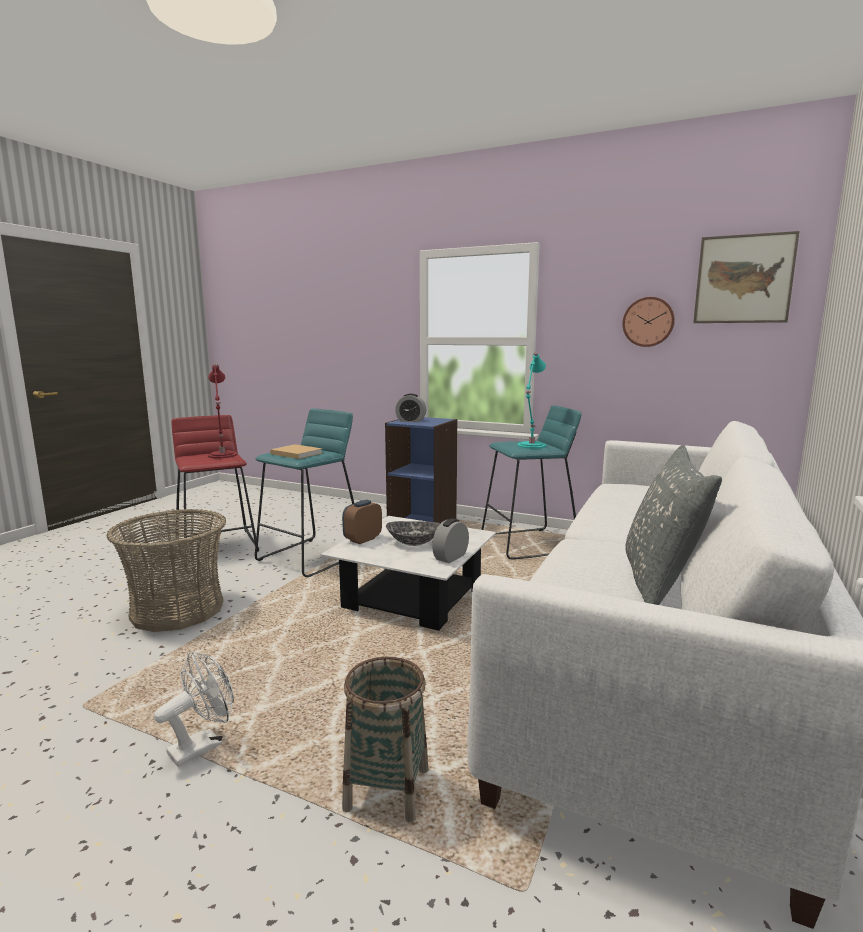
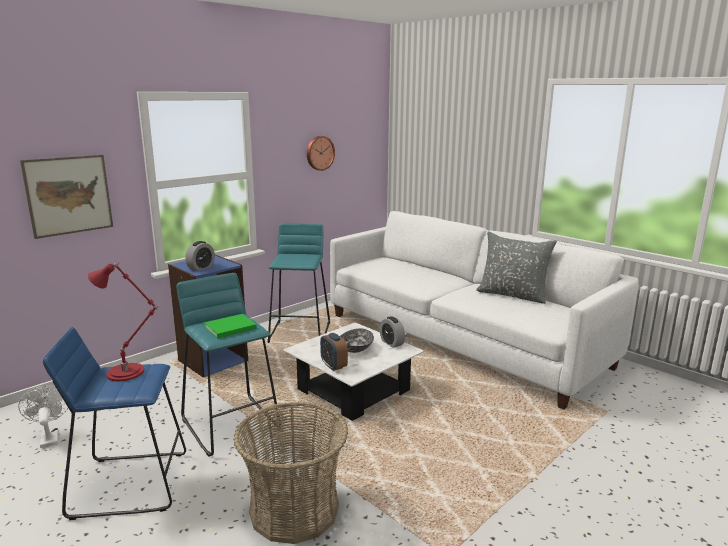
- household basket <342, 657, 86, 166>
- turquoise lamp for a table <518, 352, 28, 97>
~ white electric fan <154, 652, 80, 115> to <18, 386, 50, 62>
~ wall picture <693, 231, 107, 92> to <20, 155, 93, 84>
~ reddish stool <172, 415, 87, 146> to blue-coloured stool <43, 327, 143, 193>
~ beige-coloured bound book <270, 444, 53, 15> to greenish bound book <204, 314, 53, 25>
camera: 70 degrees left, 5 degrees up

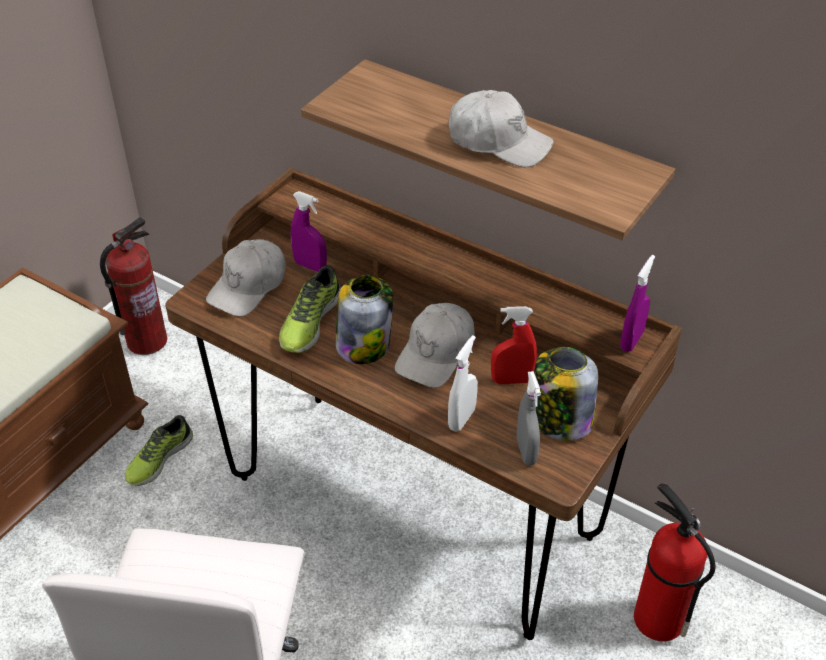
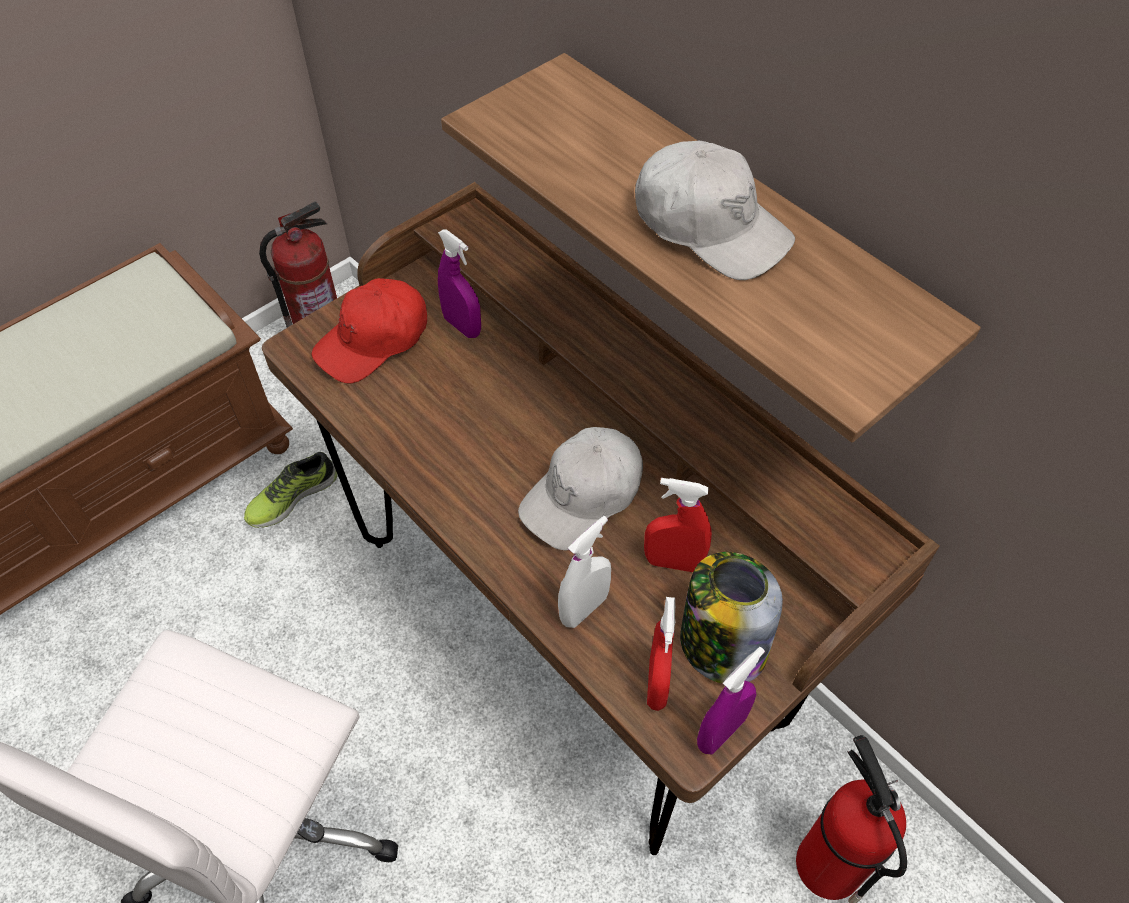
- low shoe <279, 265, 62, 88>
- storage jar <336, 275, 57, 89>
~ purple sprayer <620, 255, 35, 97> to <697, 647, 68, 108>
~ white cap <206, 239, 80, 77> to reddish cap <311, 278, 116, 105>
~ grey sprayer <517, 371, 24, 94> to reddish sprayer <647, 597, 28, 114>
camera: 15 degrees right, 10 degrees up

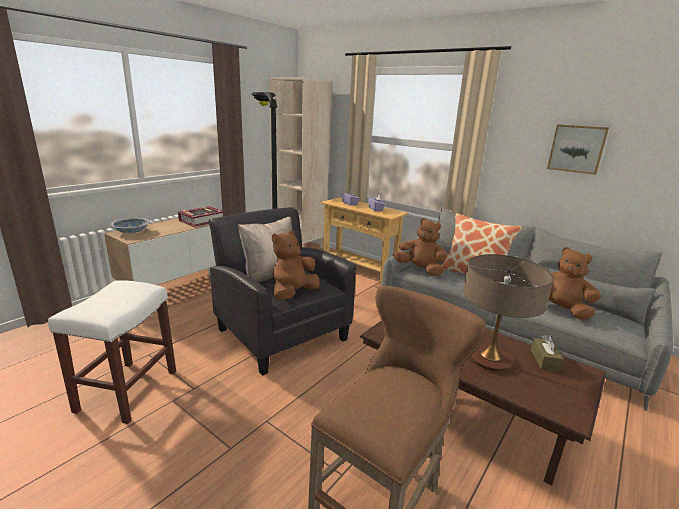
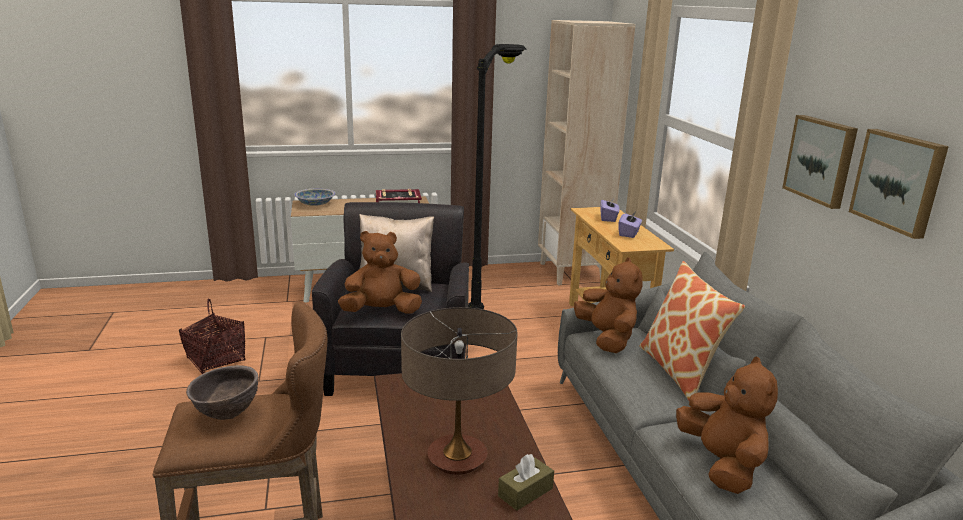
+ brown deep dish <186, 365, 72, 55>
+ wall picture <782, 115, 76, 94>
~ white stool <48, 281, 128, 143> to household basket <179, 299, 67, 75>
camera: 40 degrees right, 0 degrees up

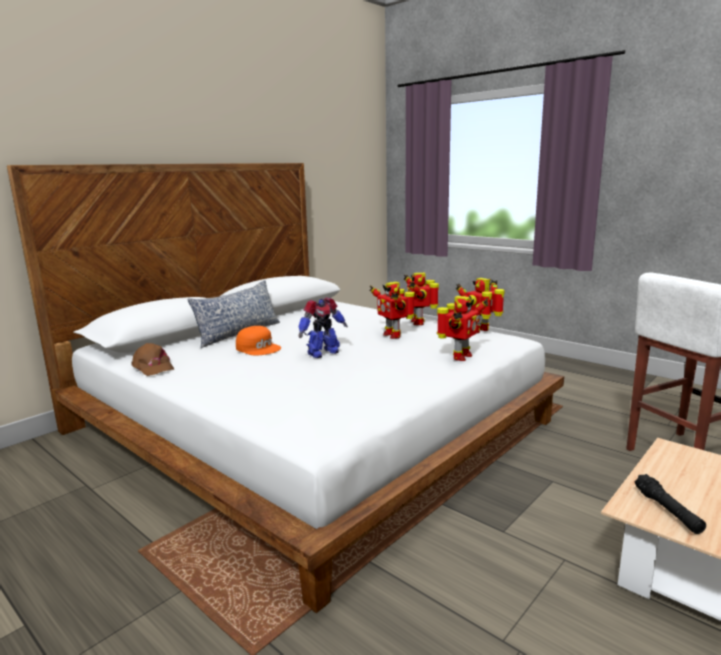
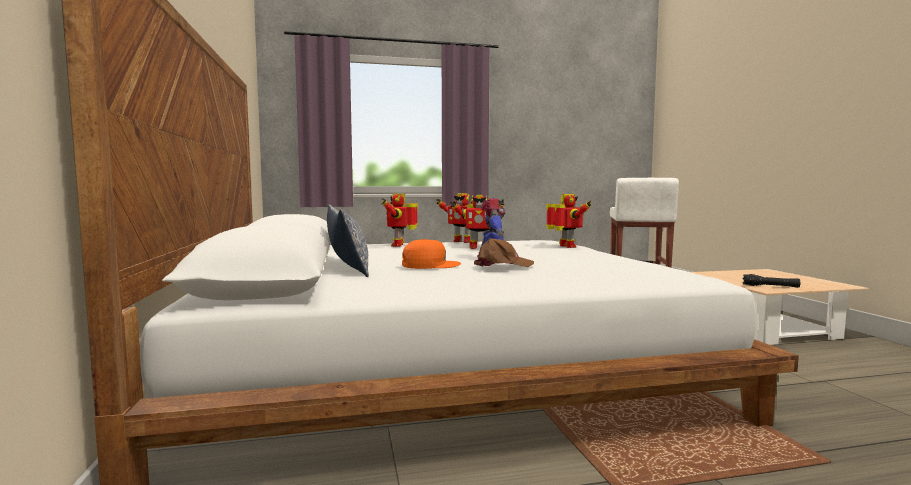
~ brown cap <131, 343, 43, 33> to <474, 238, 60, 29>
~ toy robot <456, 278, 48, 55> to <381, 194, 37, 53>
camera: 55 degrees left, 10 degrees down

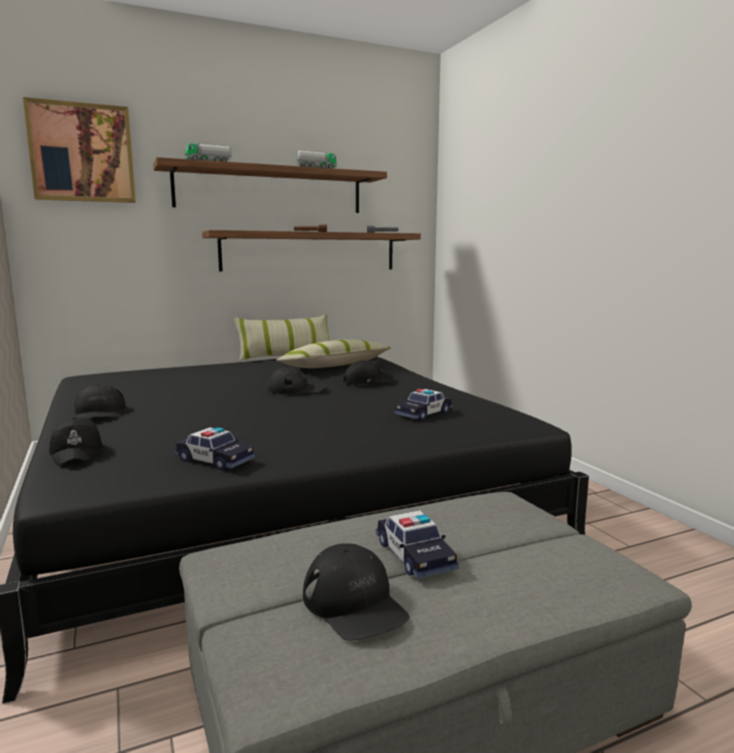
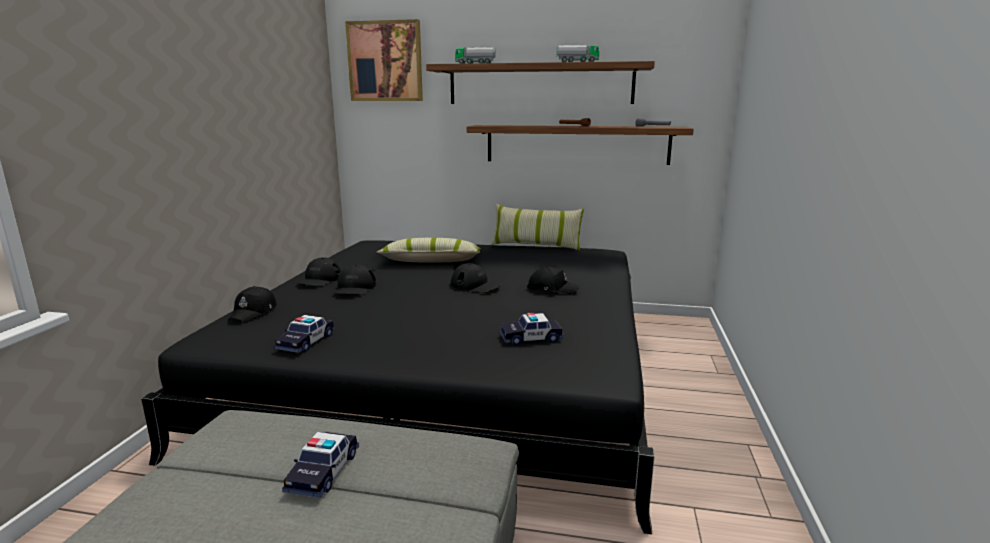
~ pillow <276, 339, 115, 29> to <377, 238, 104, 24>
~ blackish cap <303, 543, 107, 98> to <334, 264, 42, 31>
~ model car <174, 427, 81, 43> = <274, 315, 61, 38> 45 degrees clockwise
camera: 35 degrees right, 5 degrees up

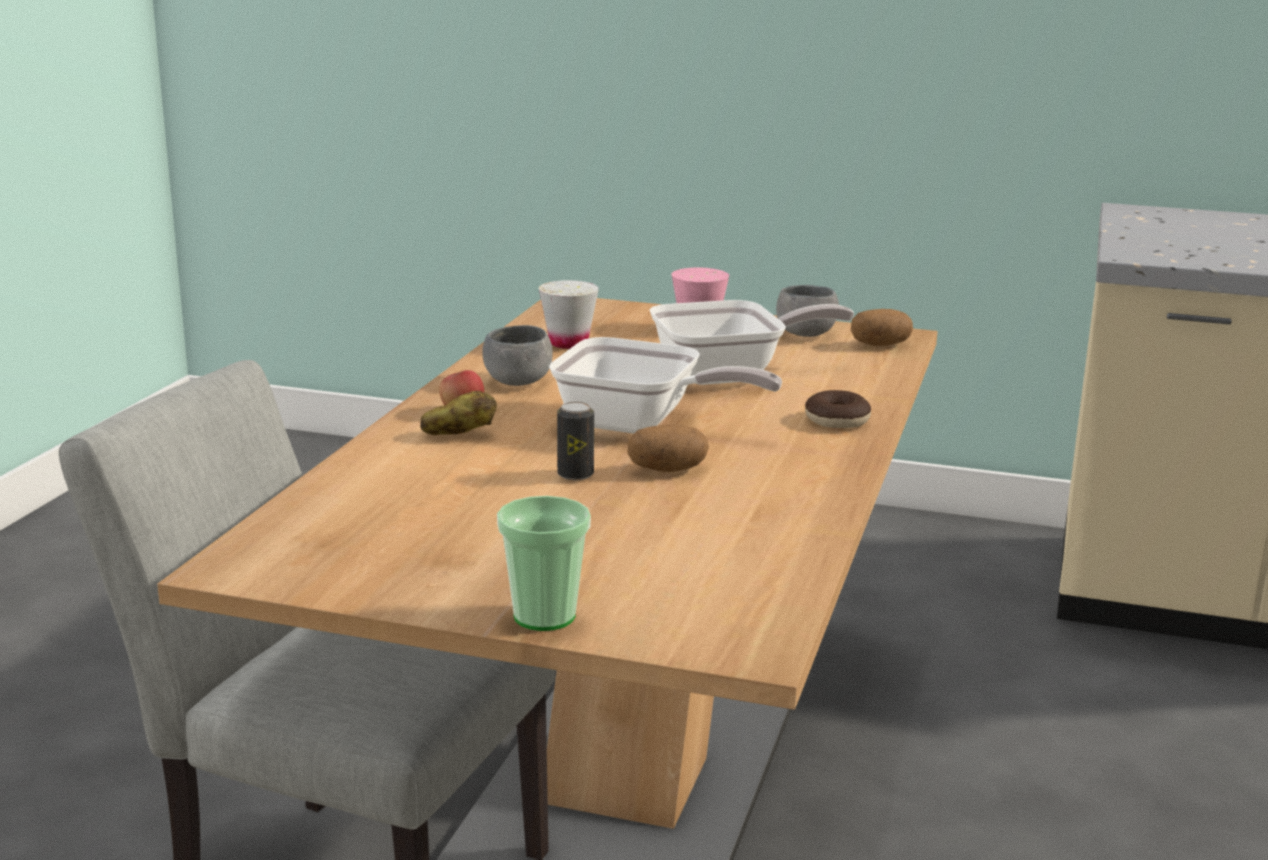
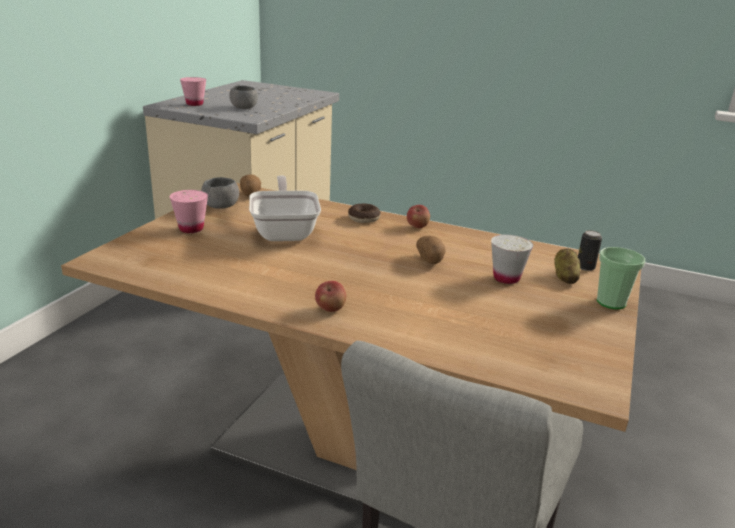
- pan <549, 337, 233, 97>
+ pink drinking cup <180, 77, 26, 29>
+ whole apple <407, 205, 23, 23>
~ spud <420, 391, 77, 44> to <554, 249, 27, 35>
~ grey deep dish <482, 325, 71, 61> to <229, 86, 29, 23>
~ white drinking cup <539, 280, 60, 69> to <491, 235, 42, 49>
~ metal can <557, 401, 37, 79> to <578, 230, 24, 41>
camera: 85 degrees left, 5 degrees up

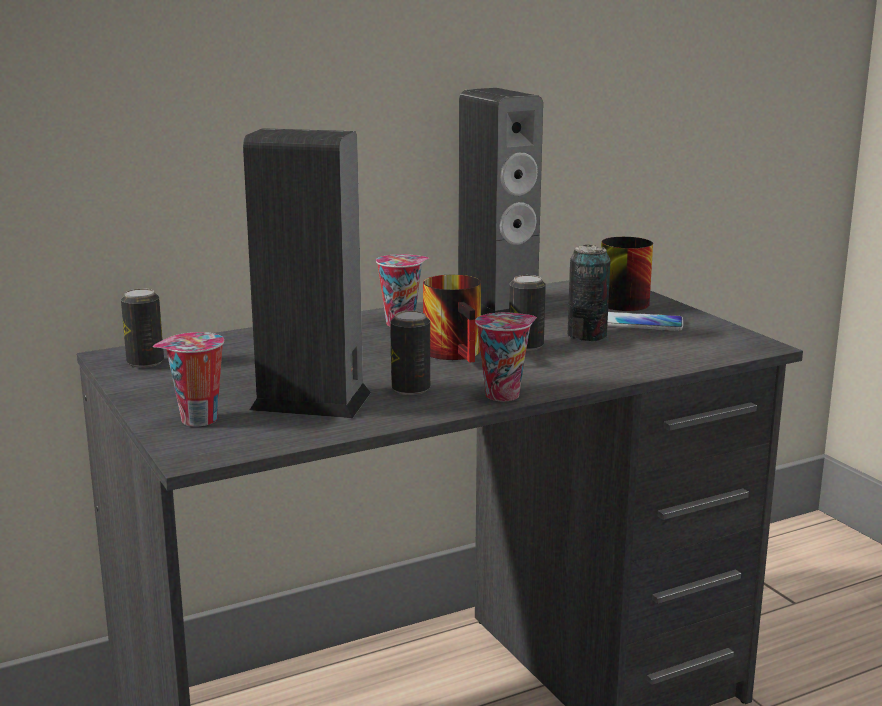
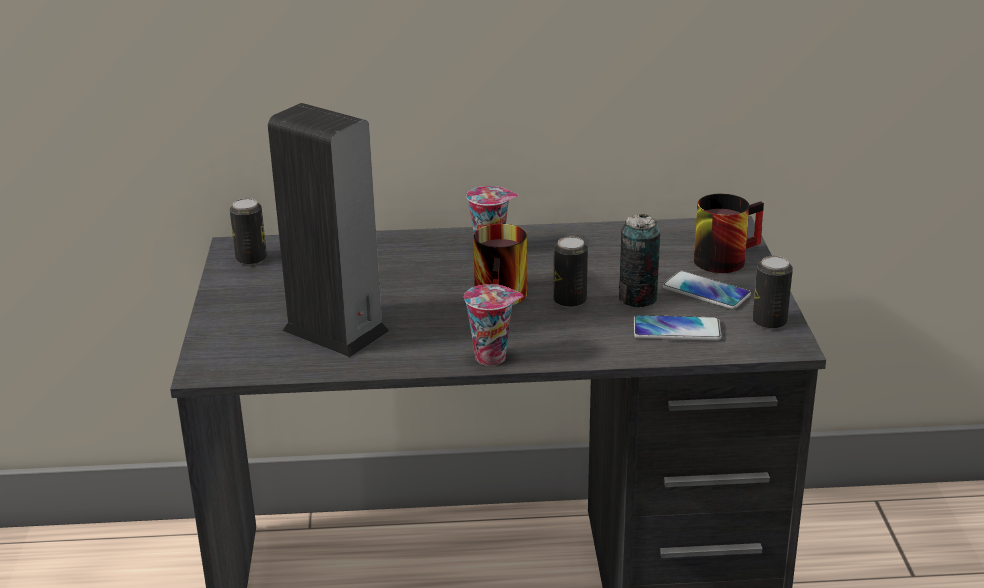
- drinking cup <153, 332, 71, 94>
- loudspeaker <458, 88, 85, 227>
+ telephone <634, 315, 88, 26>
~ metal can <390, 311, 40, 84> to <752, 256, 41, 73>
camera: 25 degrees right, 10 degrees up

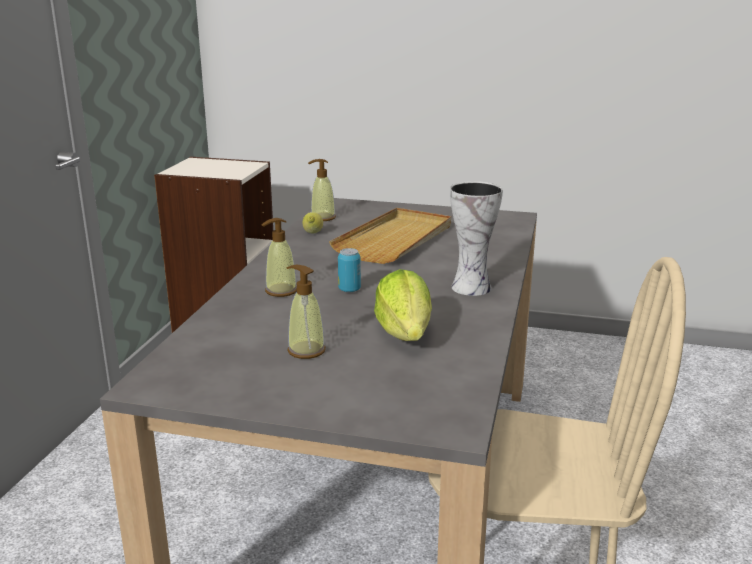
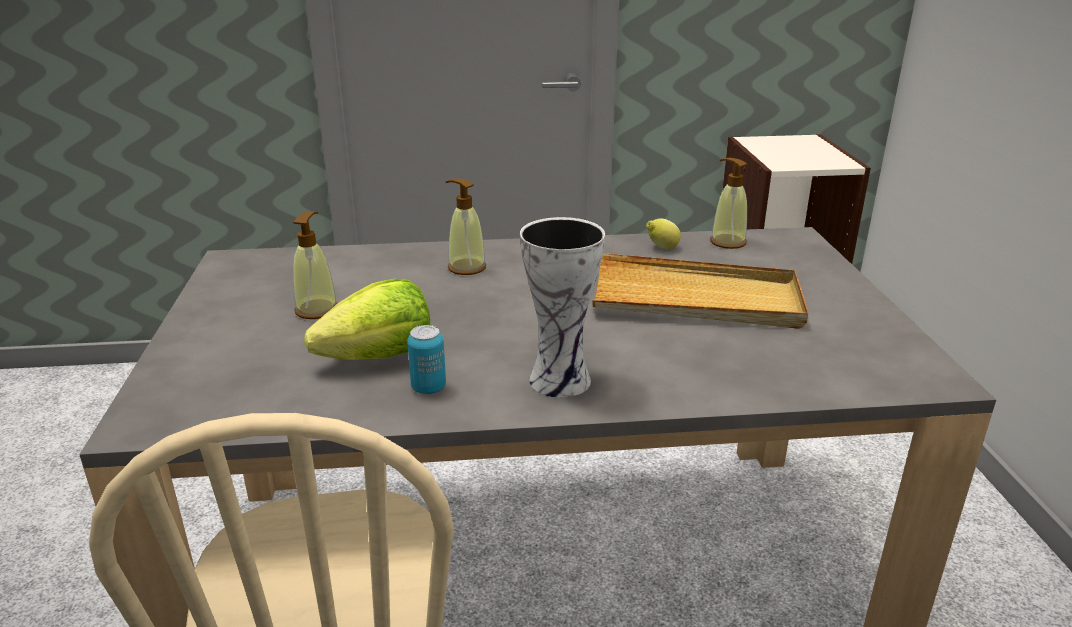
~ metal can <338, 248, 23, 44> to <407, 325, 39, 69>
camera: 70 degrees right, 5 degrees up

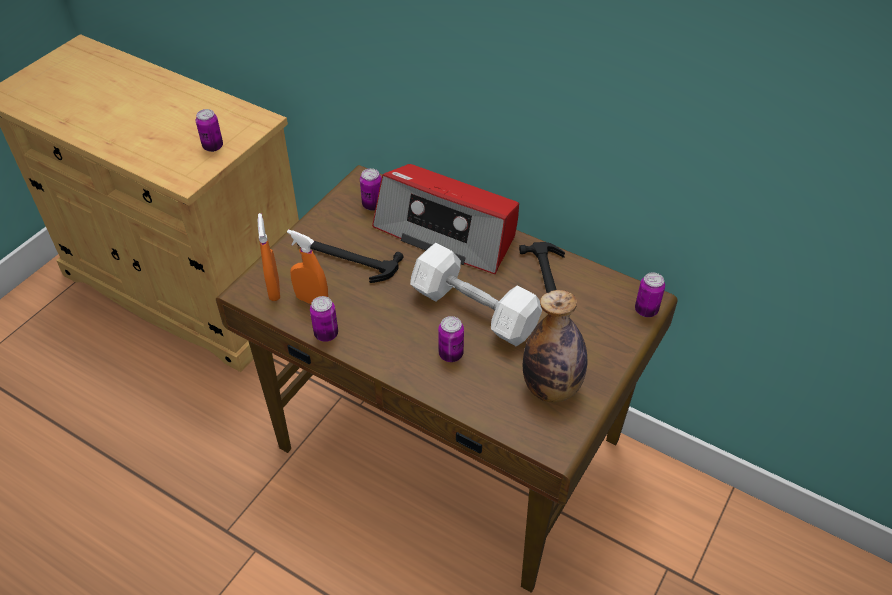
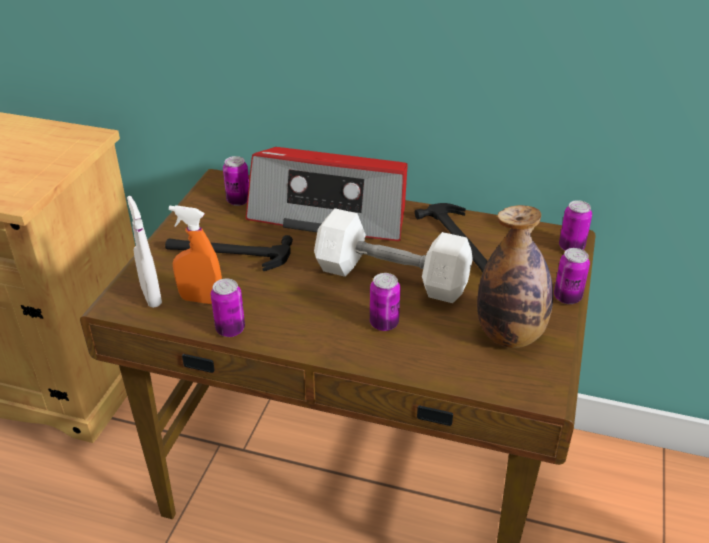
~ metal can <196, 109, 27, 43> to <554, 248, 36, 56>
~ orange-coloured sprayer <257, 213, 23, 88> to white sprayer <127, 196, 35, 112>
camera: 15 degrees left, 10 degrees down

